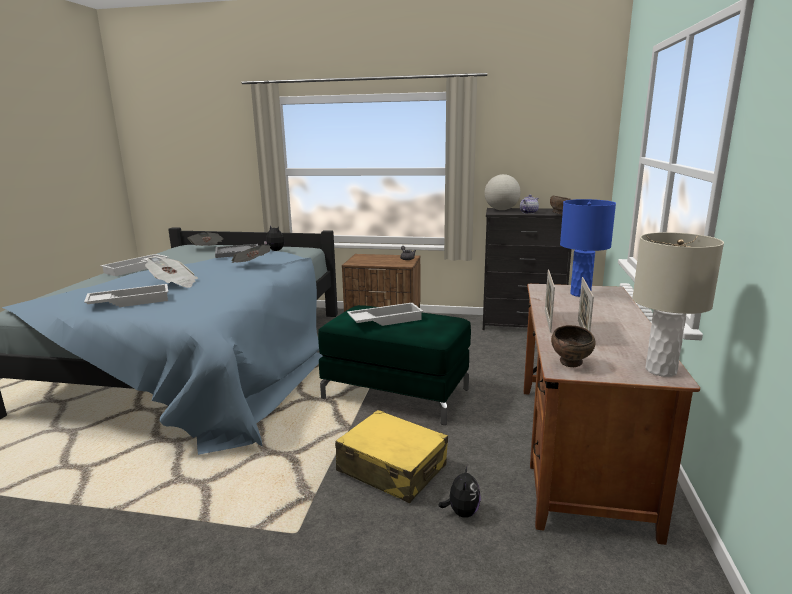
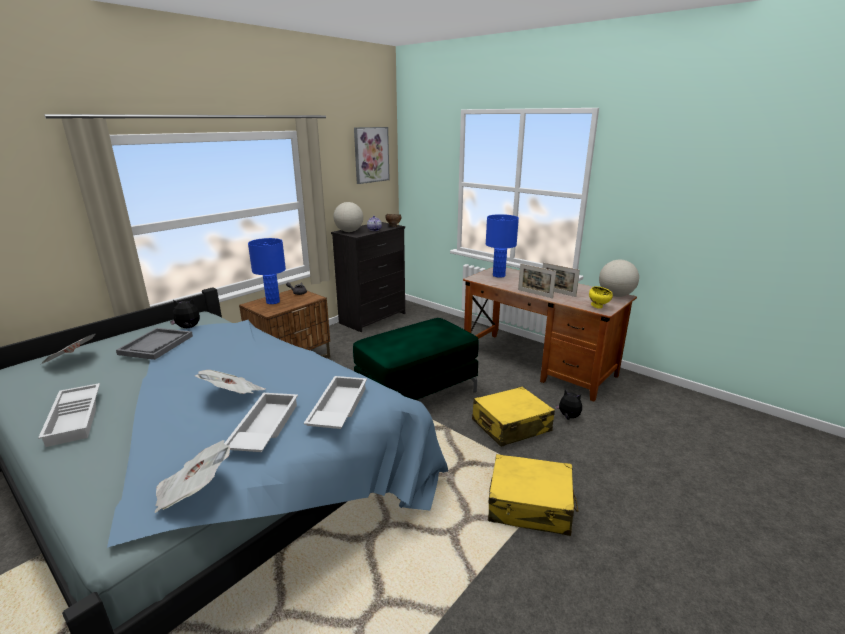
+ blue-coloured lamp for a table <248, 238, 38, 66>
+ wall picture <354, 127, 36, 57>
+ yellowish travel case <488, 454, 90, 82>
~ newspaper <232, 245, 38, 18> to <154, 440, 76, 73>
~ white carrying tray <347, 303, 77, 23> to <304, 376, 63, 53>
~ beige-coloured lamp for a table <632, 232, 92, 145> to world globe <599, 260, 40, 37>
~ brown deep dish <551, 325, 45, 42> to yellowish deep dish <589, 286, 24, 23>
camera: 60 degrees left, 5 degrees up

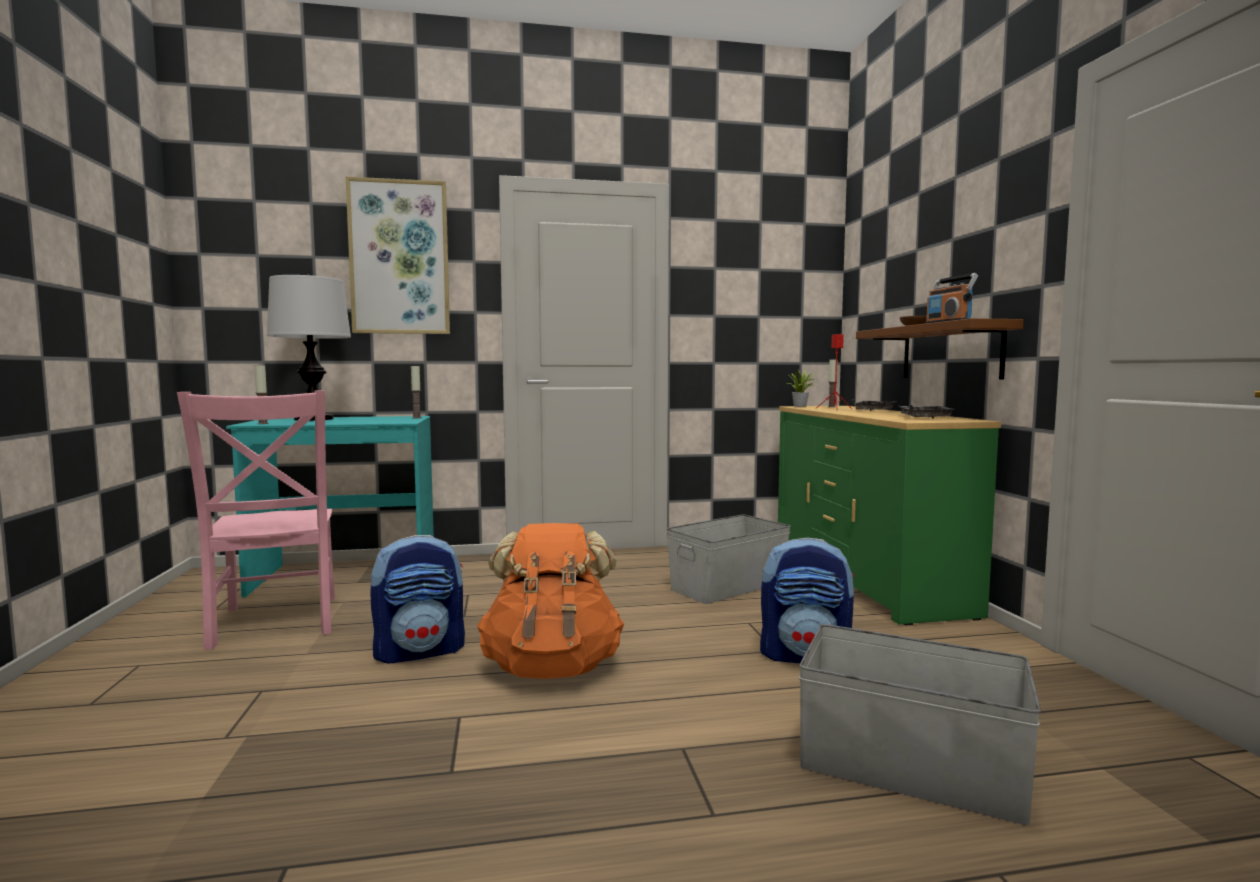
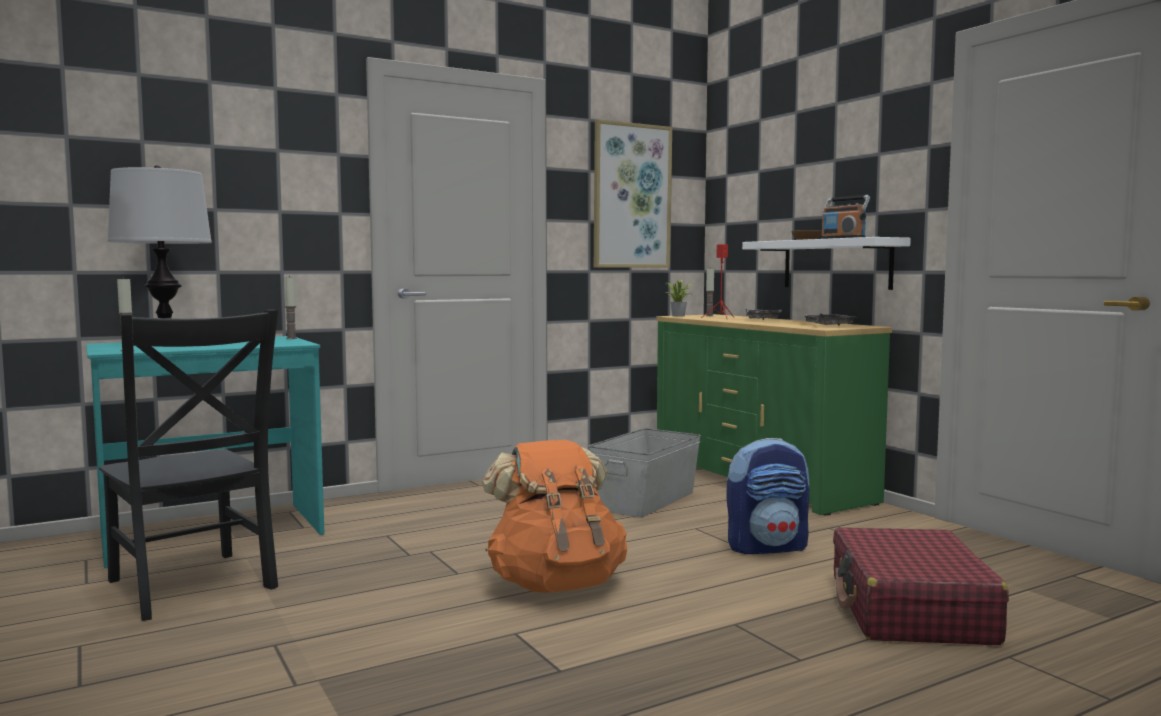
- knapsack <370, 535, 95, 129>
~ wall picture <346, 177, 104, 157> to <594, 119, 78, 148>
~ grey storage box <799, 624, 242, 201> to reddish travel case <833, 527, 176, 118>
~ pink upright chair <177, 390, 158, 260> to blackish upright chair <99, 310, 179, 311>
~ brown bracket shelf <856, 318, 168, 61> to white bracket shelf <742, 237, 169, 53>
camera: 20 degrees left, 0 degrees up

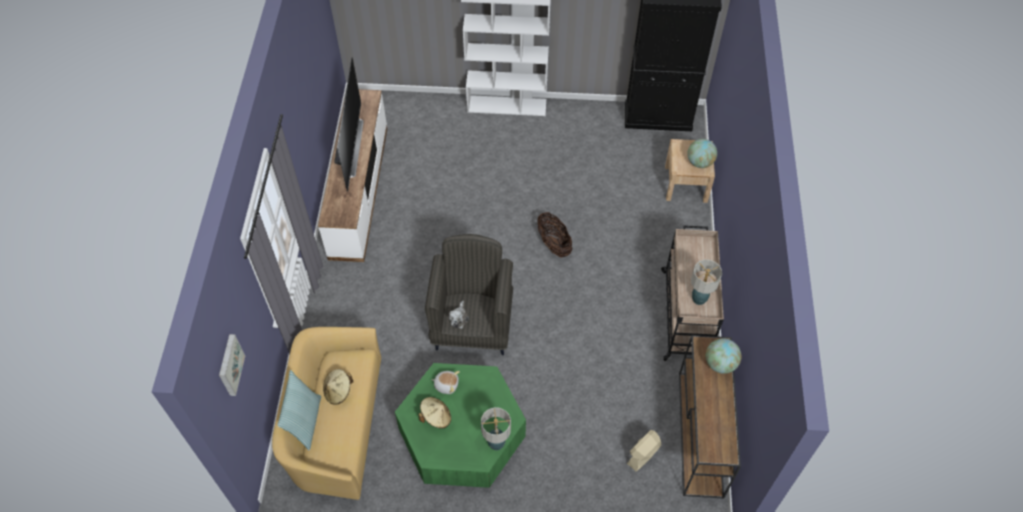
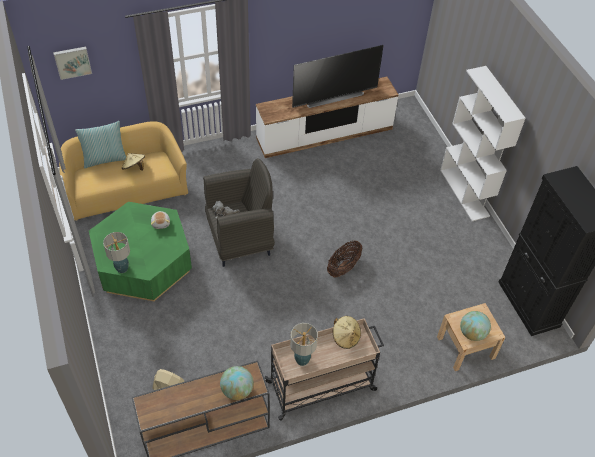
~ beige-coloured hat <418, 397, 33, 32> to <333, 316, 28, 33>
camera: 65 degrees right, 5 degrees down

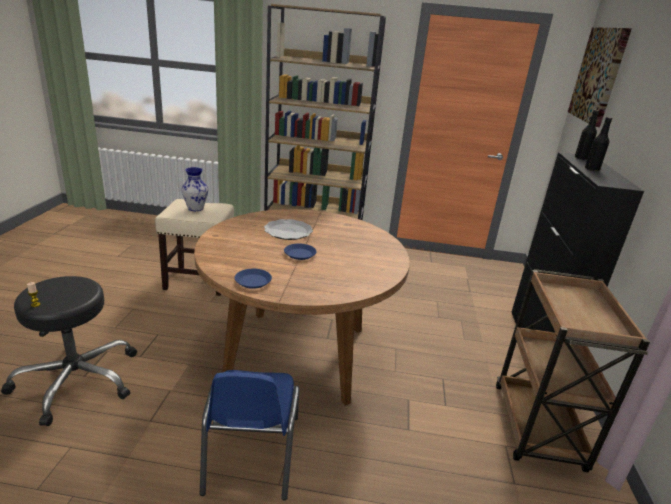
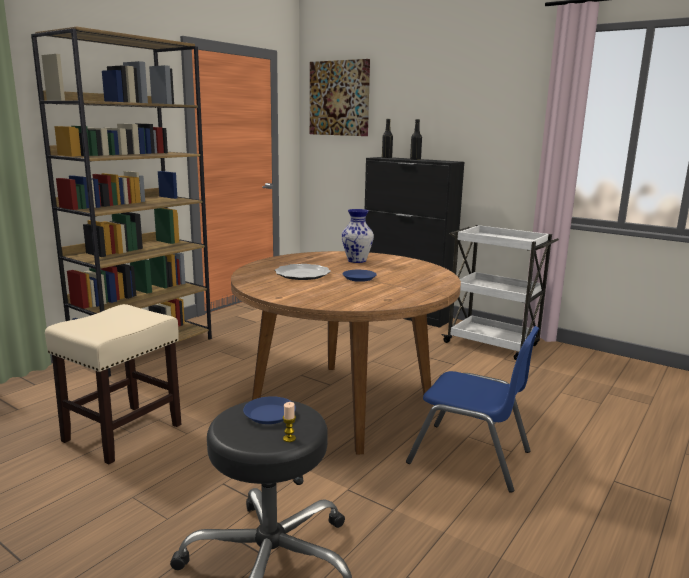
~ flower vase <181, 167, 27, 44> to <342, 209, 32, 54>
~ blue-coloured plate <235, 269, 37, 20> to <243, 396, 53, 28>
~ brown wheeled cart <496, 269, 154, 203> to white wheeled cart <441, 225, 118, 135>
camera: 60 degrees left, 10 degrees down

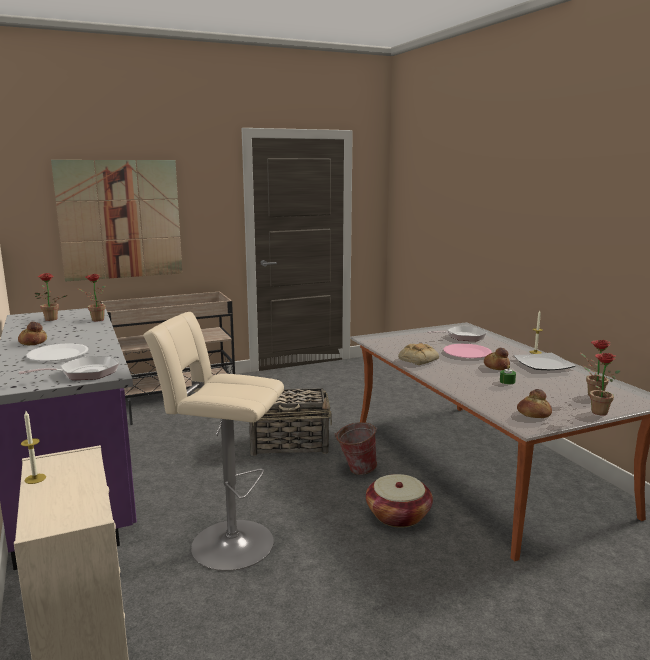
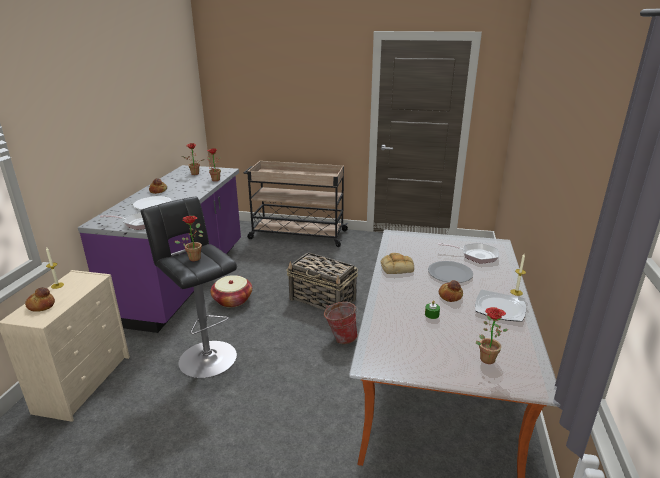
- wall picture <51, 160, 131, 122>
~ household basket <366, 474, 67, 54> to <210, 275, 42, 32>
~ bread <517, 389, 35, 29> to <25, 288, 30, 24>
~ potted plant <583, 353, 38, 62> to <175, 216, 28, 45>
~ beige-coloured stool <143, 312, 141, 259> to blackish stool <141, 197, 96, 181>
~ pink plate <443, 344, 49, 14> to grey plate <428, 261, 45, 22>
camera: 35 degrees right, 10 degrees up

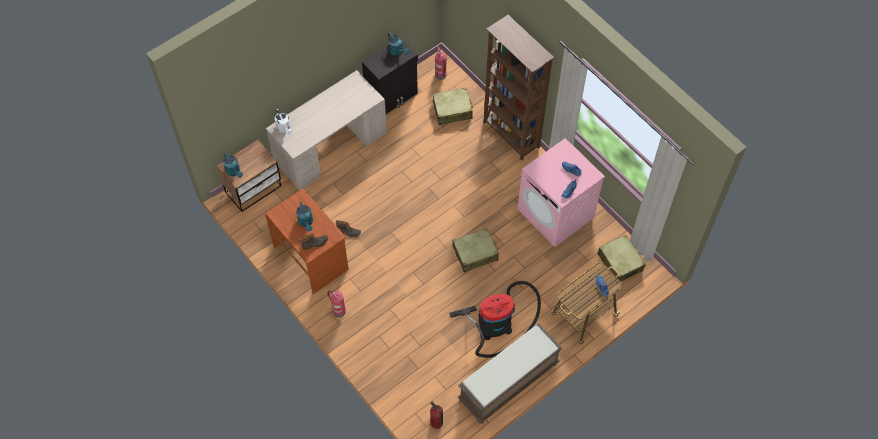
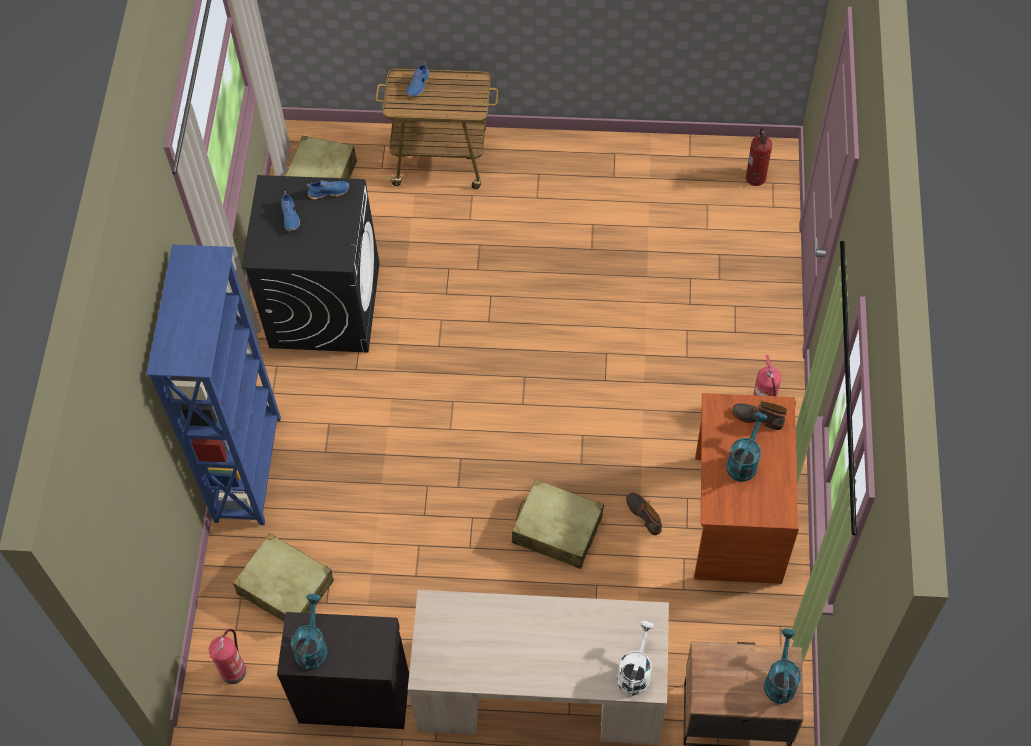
- hoover <450, 281, 91, 77>
- brown indoor bench <458, 323, 105, 101>
~ beige-coloured travel case <452, 228, 47, 44> to <512, 479, 92, 90>
~ brown bookshelf <484, 15, 70, 146> to blue-coloured bookshelf <146, 244, 135, 281>
~ pink washing machine <518, 138, 87, 109> to blackish washing machine <241, 175, 139, 177>
camera: 135 degrees left, 0 degrees up

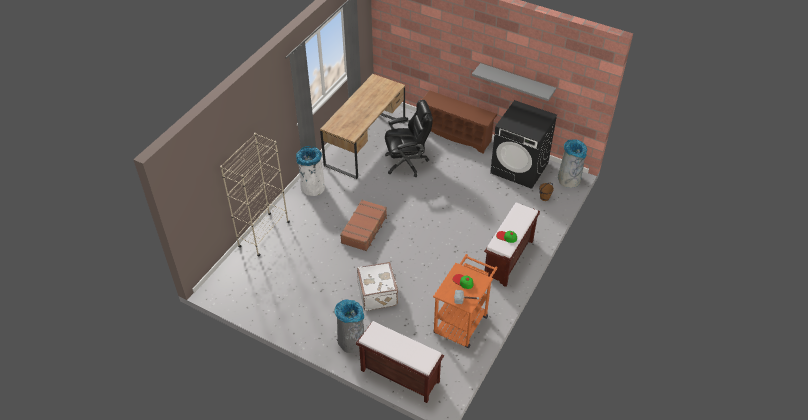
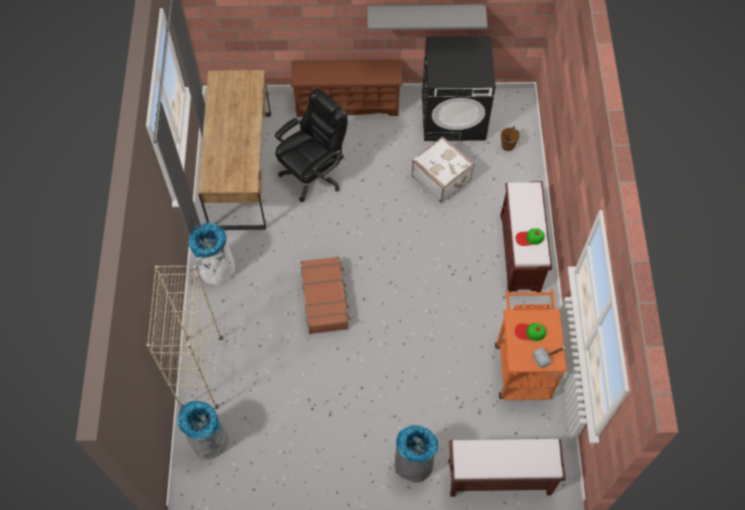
~ white travel case <357, 262, 41, 49> to <411, 136, 64, 68>
~ grey waste bin <558, 139, 29, 49> to <177, 401, 51, 59>
camera: 30 degrees left, 15 degrees up

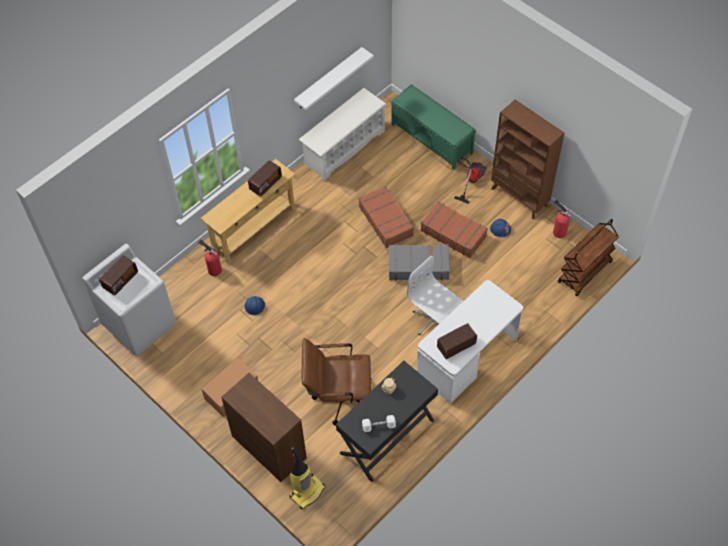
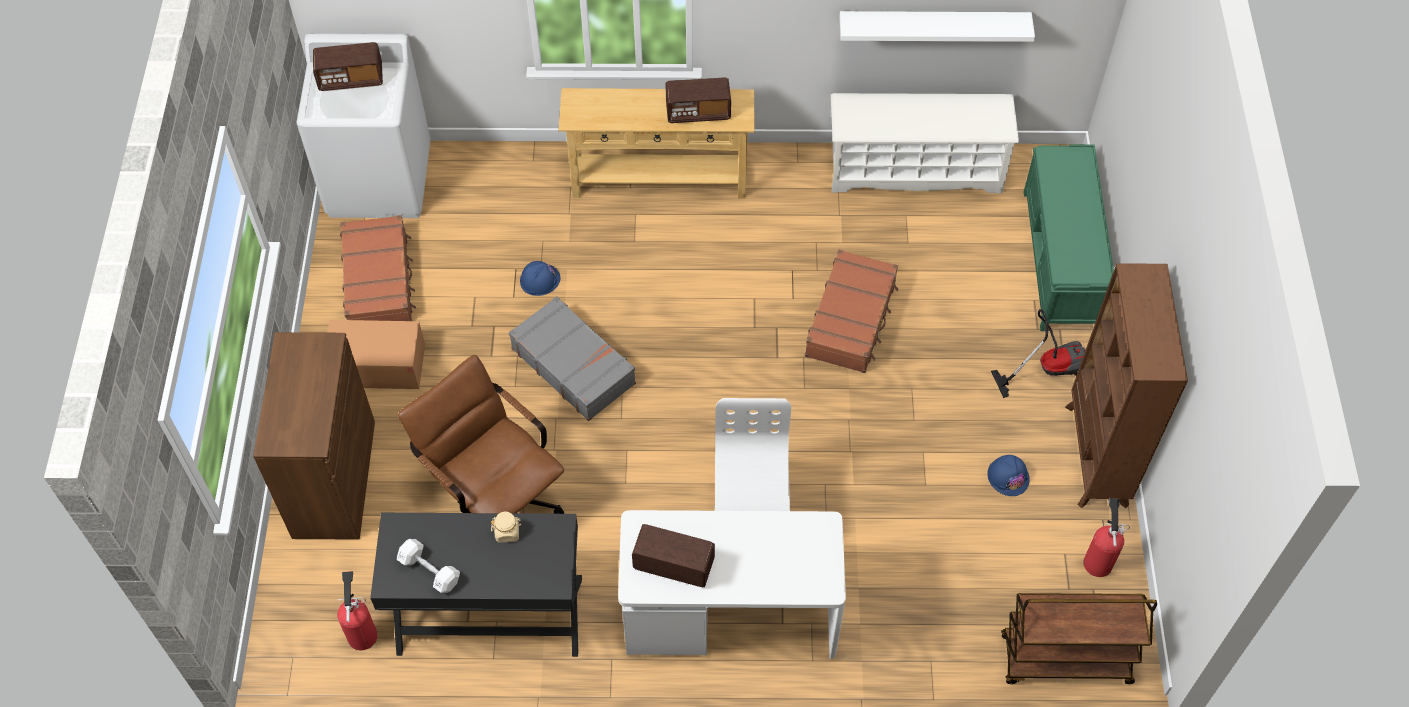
- hoover <289, 446, 36, 63>
~ fire extinguisher <198, 240, 24, 36> to <337, 571, 41, 79>
~ grey travel case <389, 244, 61, 37> to <509, 296, 127, 125>
~ brown travel case <421, 201, 67, 57> to <340, 215, 76, 106>
camera: 45 degrees right, 0 degrees up

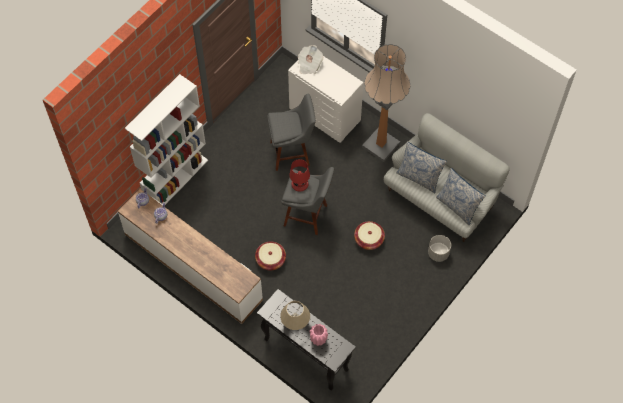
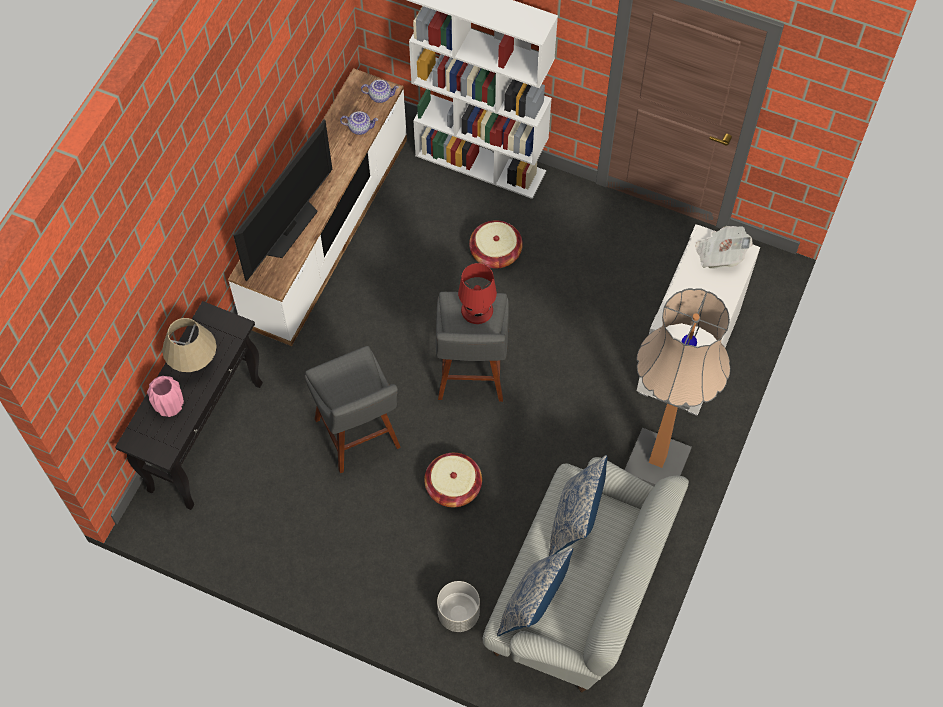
+ TV <233, 119, 99, 162>
~ household basket <255, 242, 31, 28> to <469, 220, 54, 48>
~ grey stool <267, 94, 49, 77> to <305, 346, 96, 127>
camera: 75 degrees right, 0 degrees up

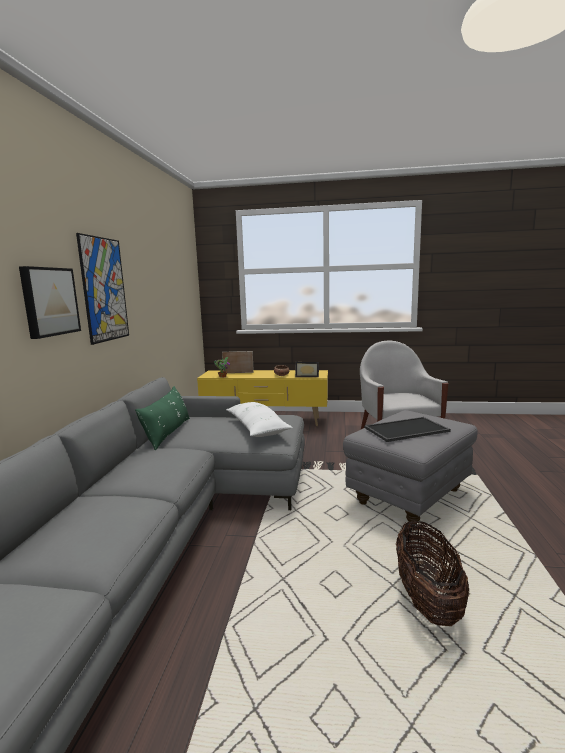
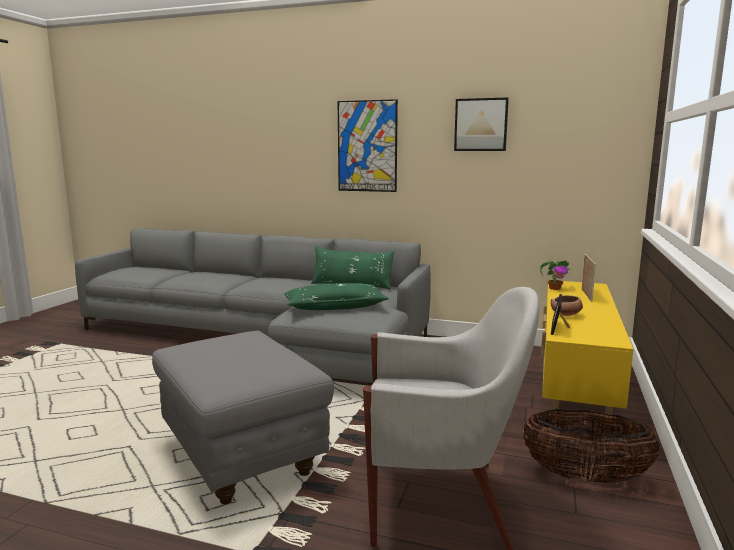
- carrying tray <364, 417, 87, 25>
~ wall picture <19, 266, 62, 73> to <454, 97, 55, 54>
~ household basket <396, 521, 73, 105> to <523, 409, 138, 74>
~ white pillow <226, 402, 67, 35> to greenish pillow <284, 283, 105, 27>
camera: 100 degrees right, 0 degrees up

